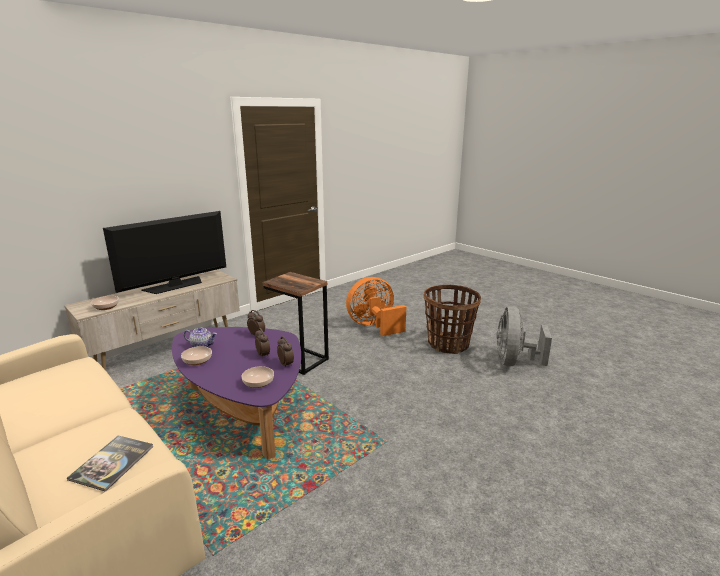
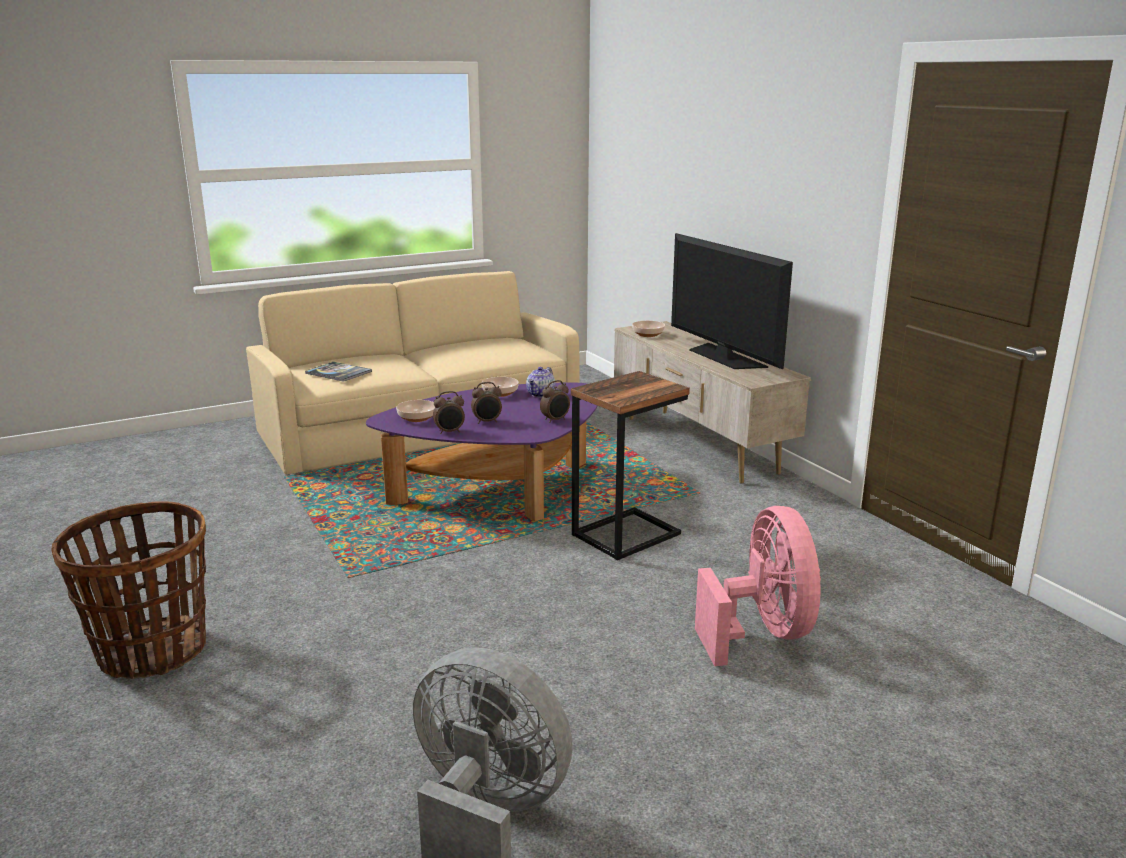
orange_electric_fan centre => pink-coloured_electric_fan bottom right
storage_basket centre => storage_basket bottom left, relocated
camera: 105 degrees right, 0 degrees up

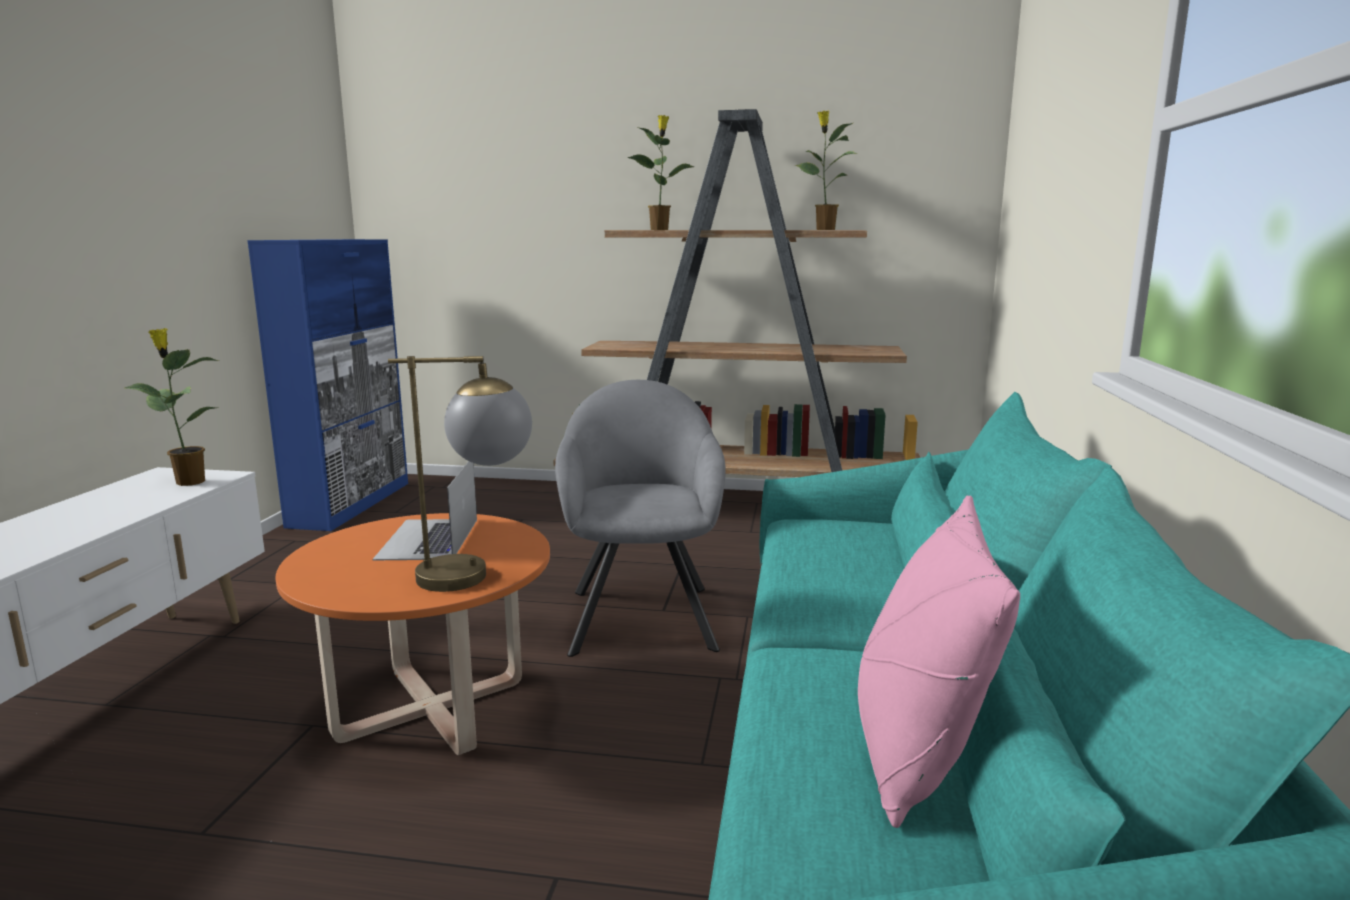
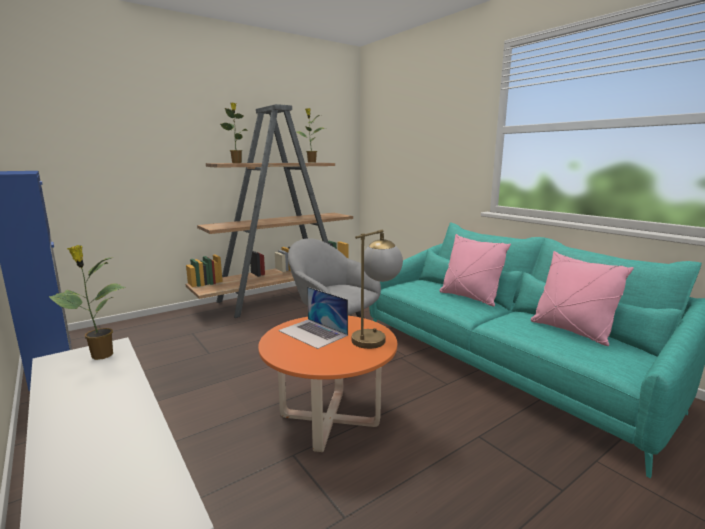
nothing => pink-coloured_pillow (no. 1 from left) middle right
camera: 45 degrees left, 0 degrees up

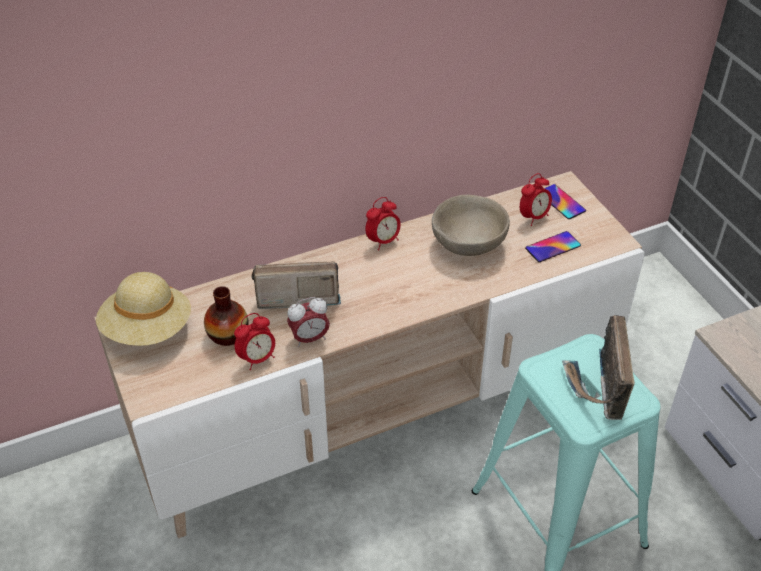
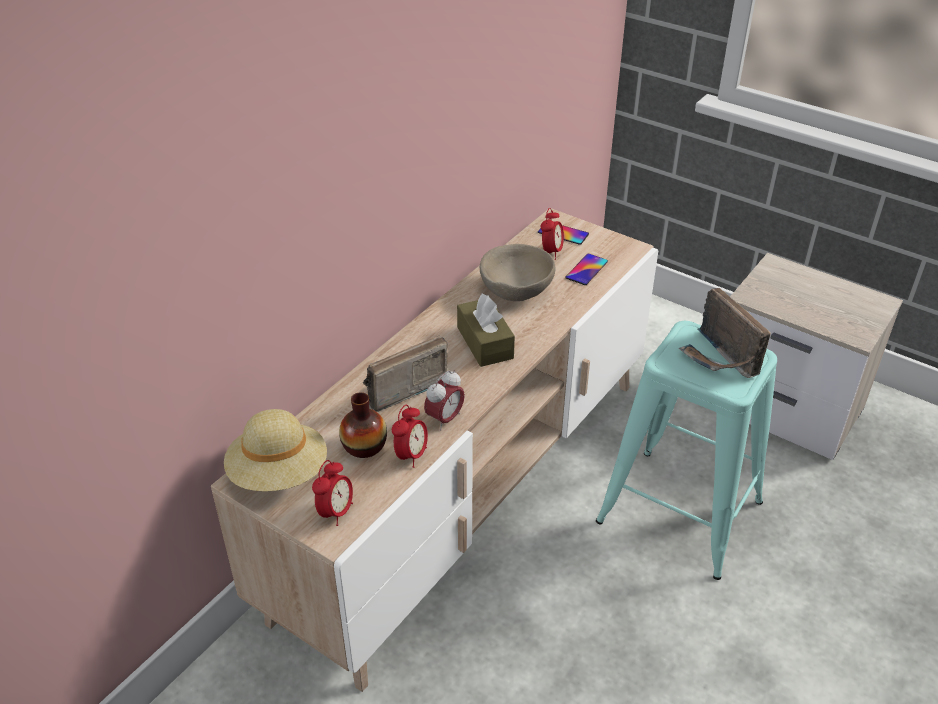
bedside_clock (no. 3 from left in the first image) centre => bedside_clock (no. 1 from left) bottom centre, relocated
nothing => brown_tissue_holder centre
camera: 30 degrees left, 5 degrees down

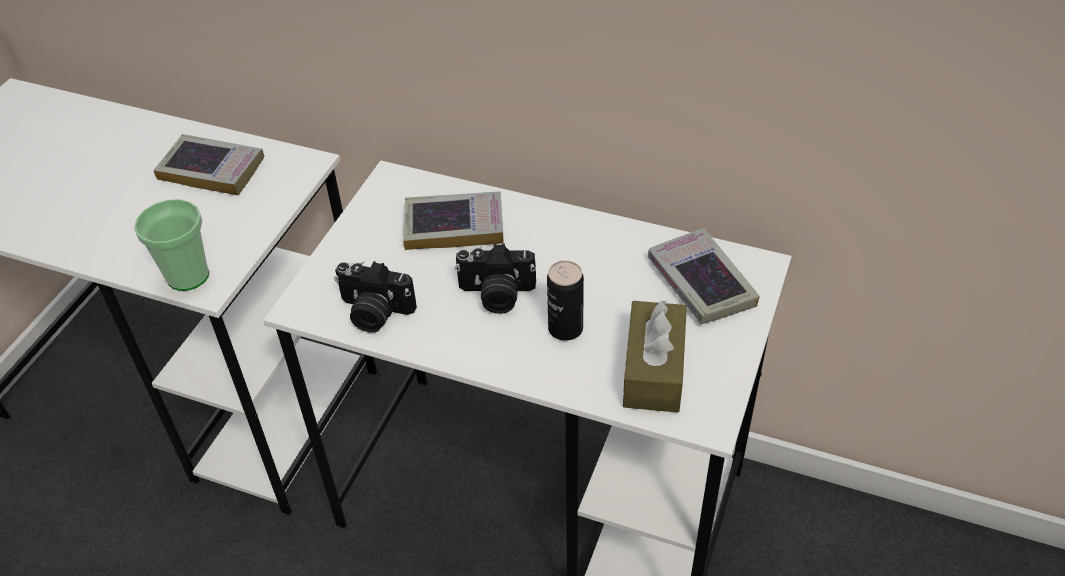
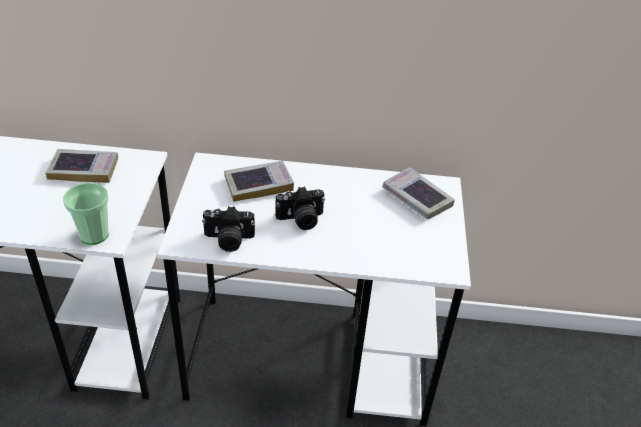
metal_can centre => nothing
brown_tissue_holder centre => nothing
camera: 20 degrees left, 5 degrees down

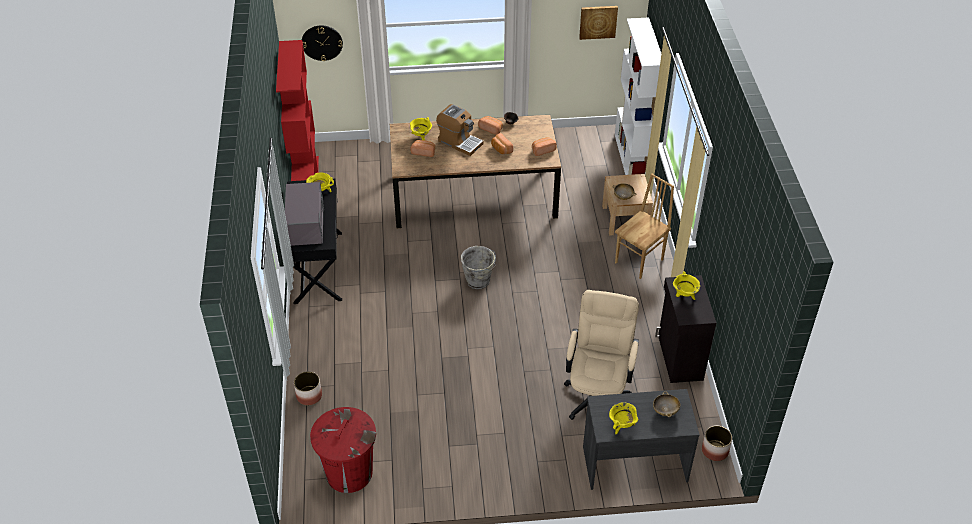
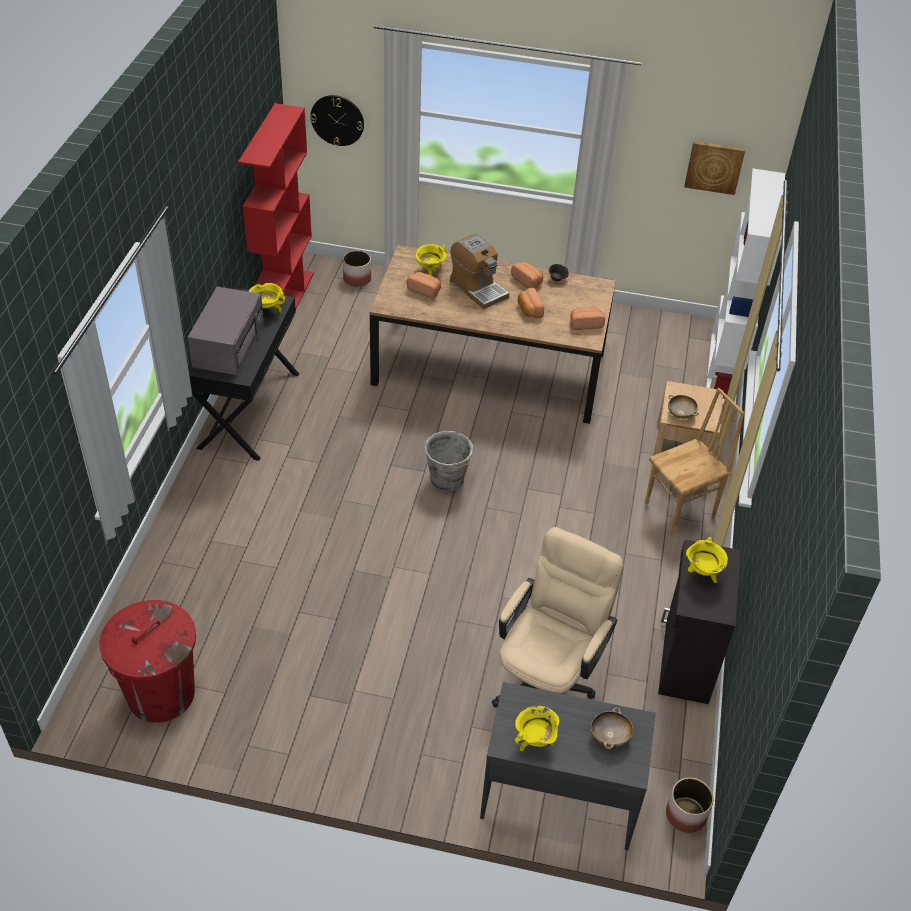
flower_pot (no. 1 from left) bottom left => flower_pot (no. 1 from left) top centre, relocated
camera: 15 degrees right, 0 degrees up

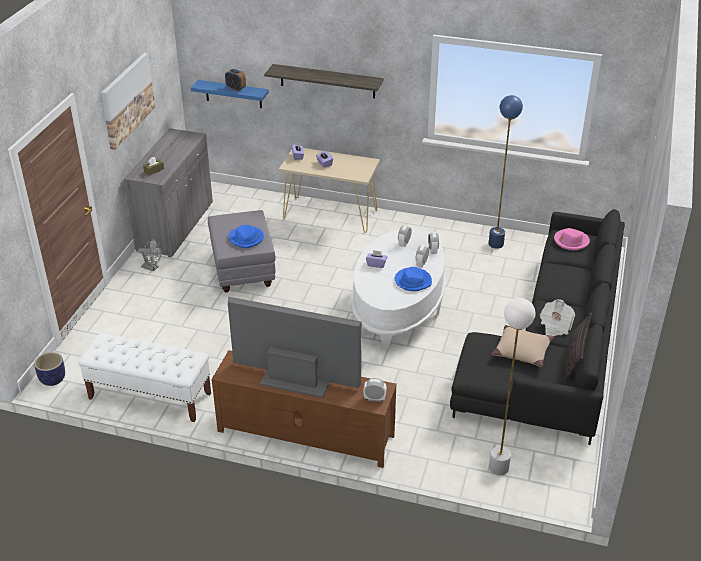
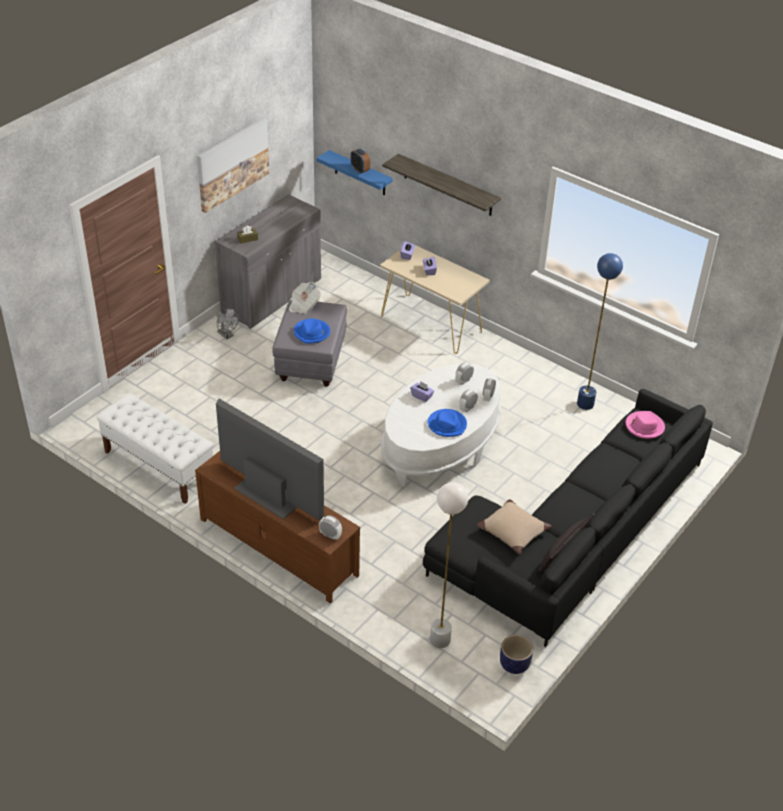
flower_pot middle left => flower_pot bottom centre, relocated
newspaper middle right => newspaper centre, relocated
camera: 20 degrees right, 5 degrees up

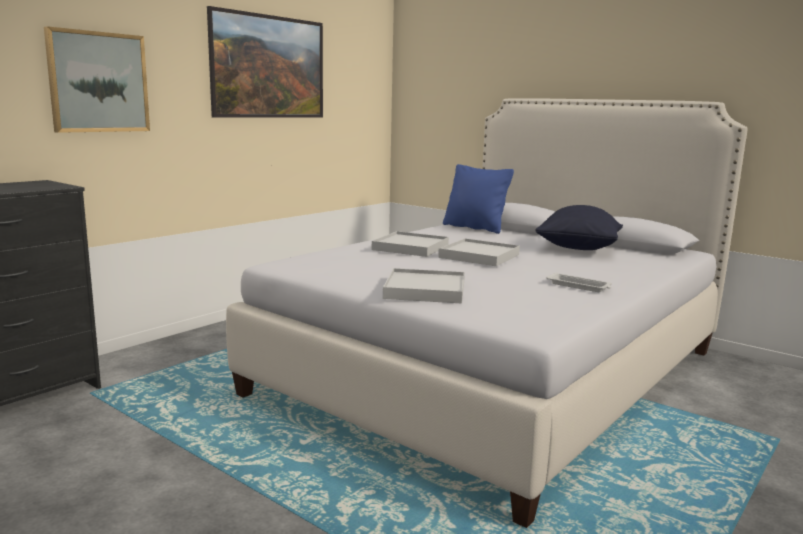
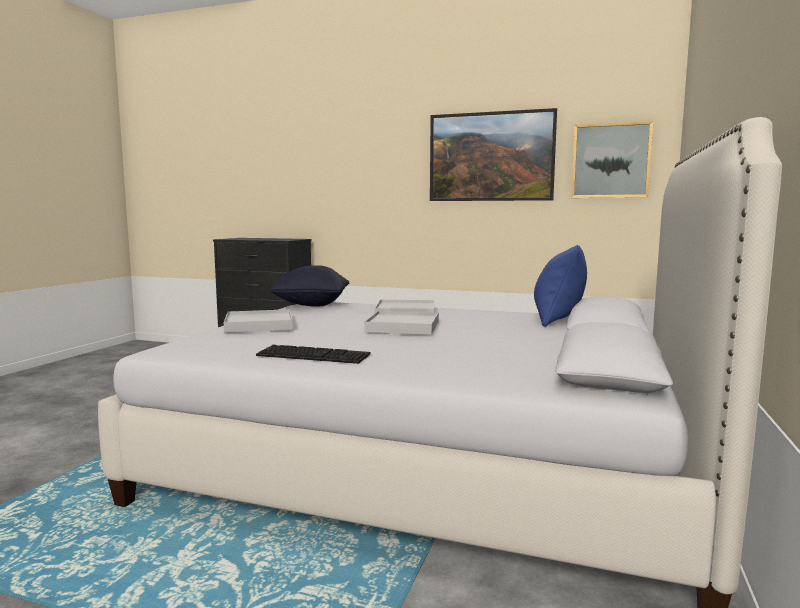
wall_picture (no. 1 from left in the first image) top left => wall_picture (no. 2 from left) top right, relocated
black_pillow middle right => black_pillow centre, relocated
white_serving_tray (no. 4 from left) middle right => keyboard centre
camera: 70 degrees right, 5 degrees down

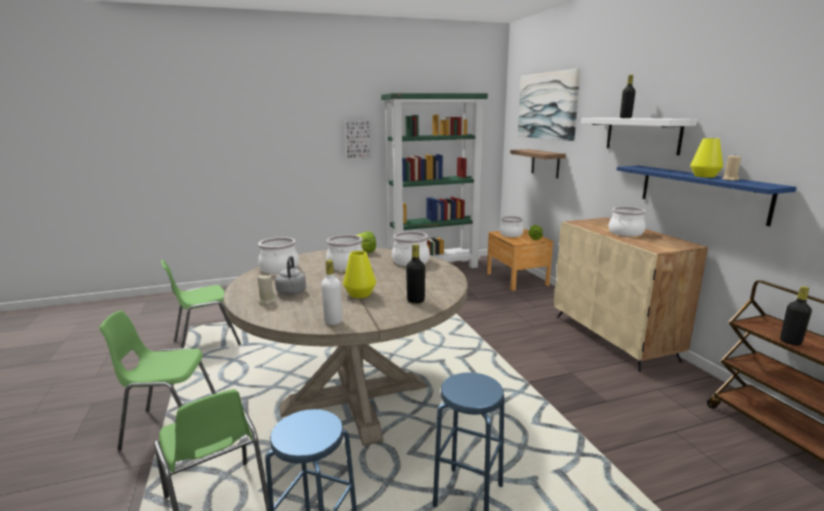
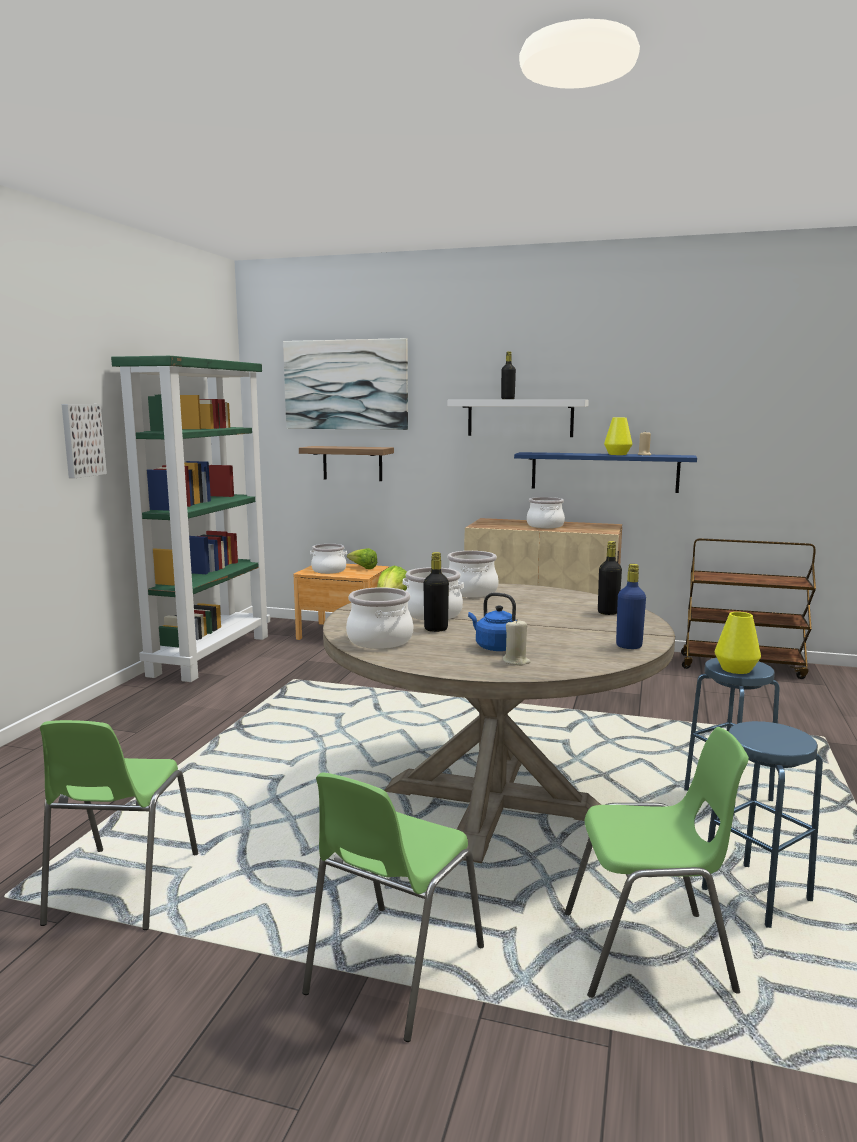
gray_kettle centre => blue-coloured_kettle centre
white_bottle centre => blue-coloured_bottle middle right
yellowish_flower_vase (no. 1 from left in the first image) centre => yellowish_flower_vase (no. 2 from left) middle right, relocated
black_bottle (no. 3 from left in the first image) middle right => black_bottle (no. 1 from left) centre, relocated
camera: 55 degrees left, 5 degrees down

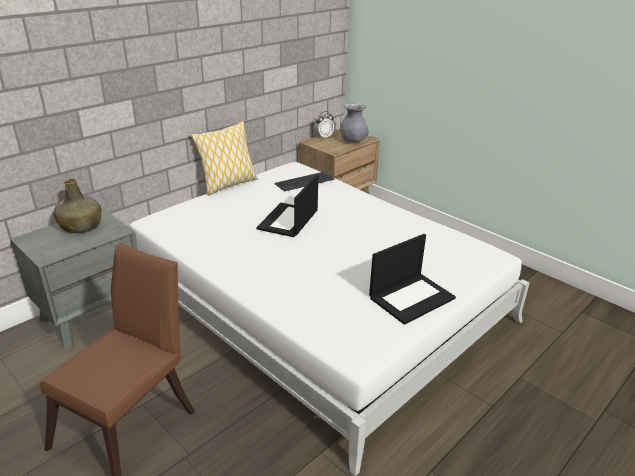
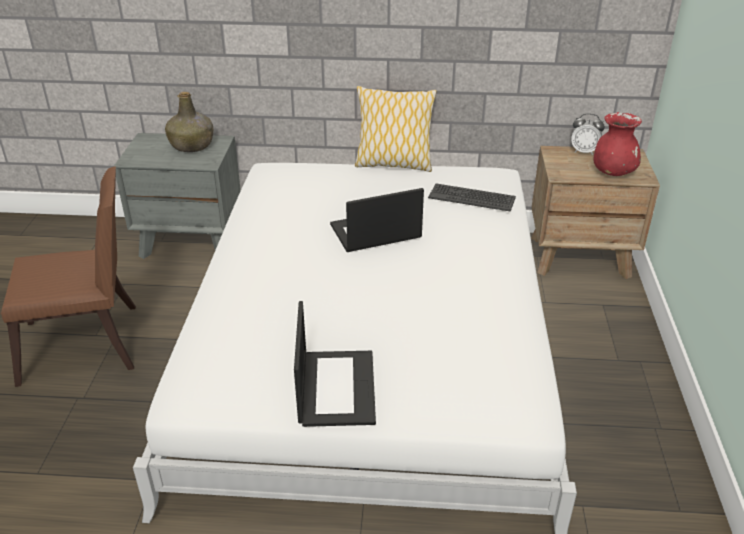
gray_flower_vase top centre => reddish_flower_vase top right
portable_computer (no. 2 from left in the first image) centre => portable_computer (no. 1 from left) bottom centre, 105 degrees counterclockwise
camera: 50 degrees right, 5 degrees up

